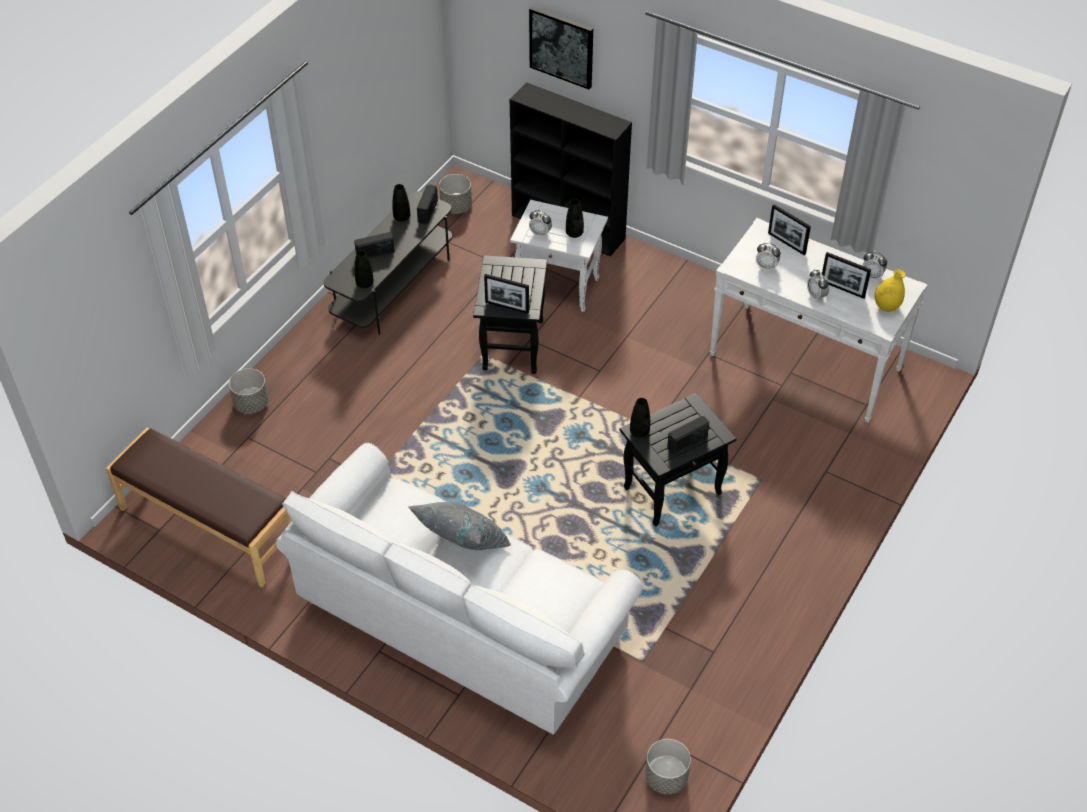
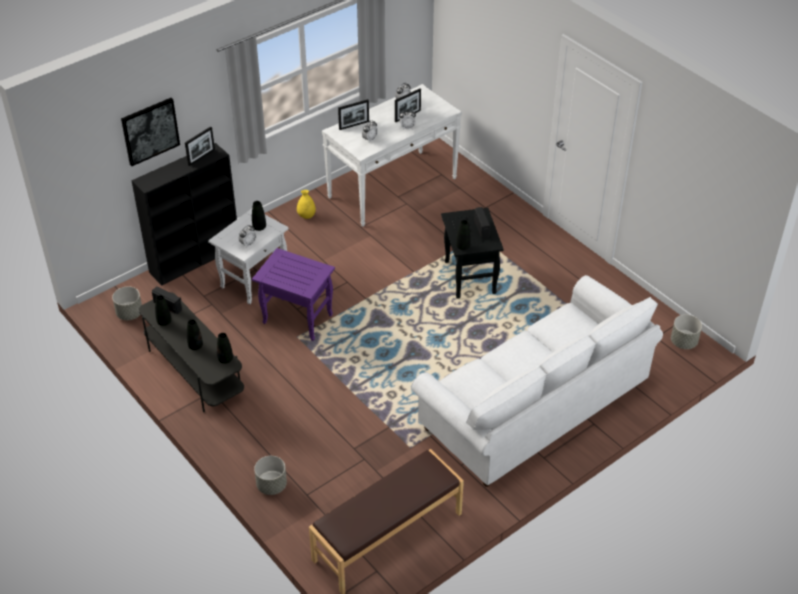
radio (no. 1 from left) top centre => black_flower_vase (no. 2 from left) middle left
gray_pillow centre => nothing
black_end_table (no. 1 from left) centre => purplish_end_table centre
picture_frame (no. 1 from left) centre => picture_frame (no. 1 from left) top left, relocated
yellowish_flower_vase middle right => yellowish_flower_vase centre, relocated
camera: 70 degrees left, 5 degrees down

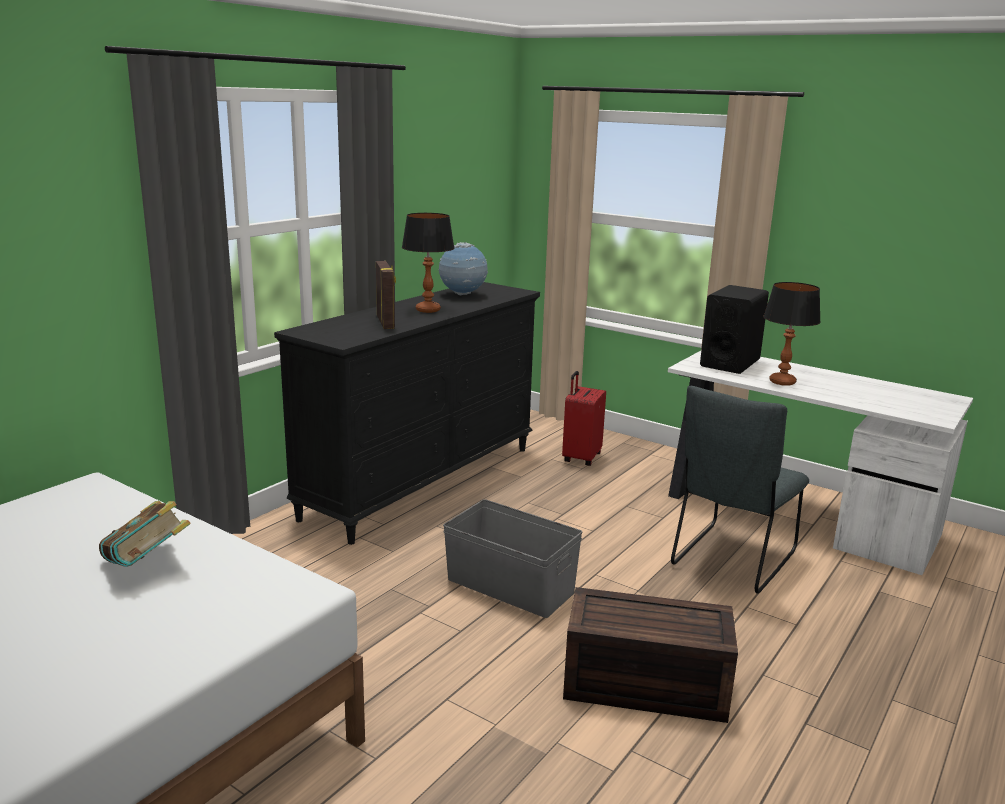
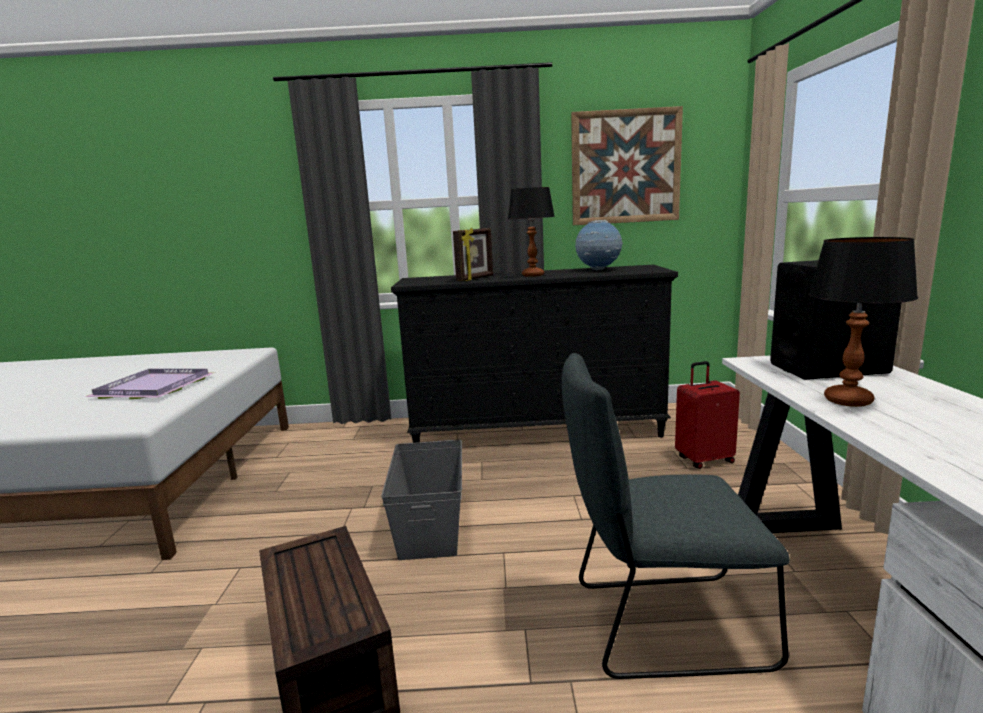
book middle left => purplish_serving_tray middle left
nothing => wall_picture top centre
camera: 55 degrees right, 5 degrees down

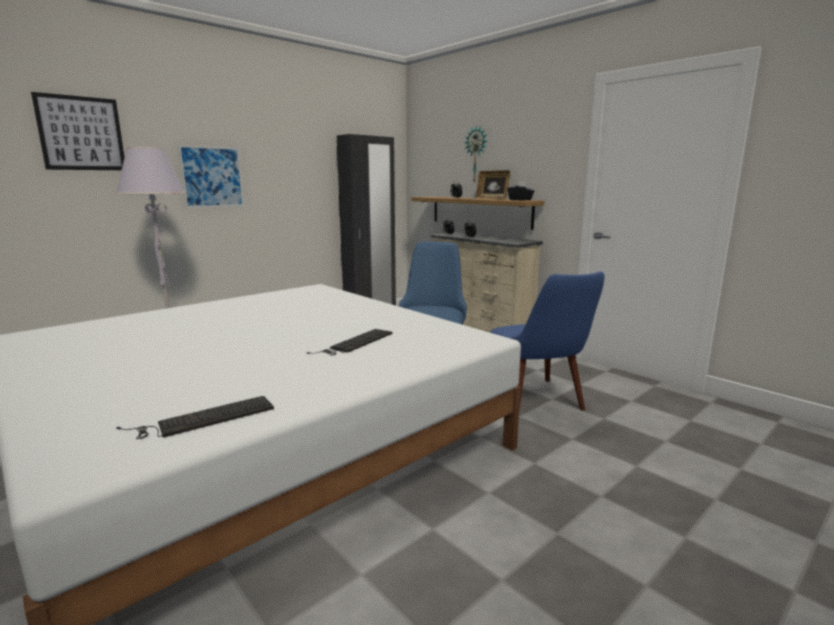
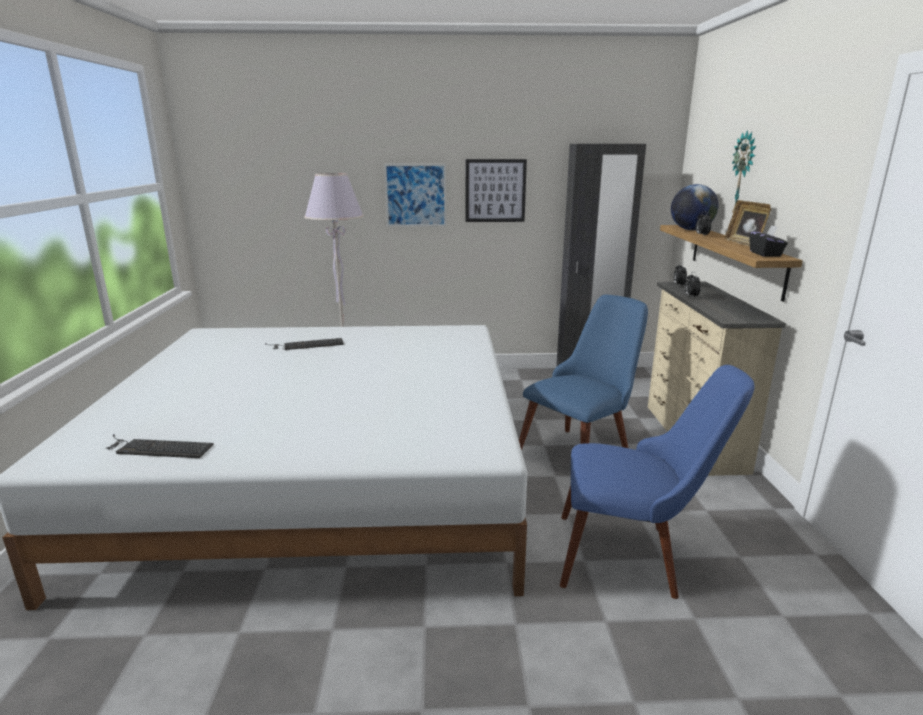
wall_picture (no. 1 from left in the first image) top left => wall_picture (no. 2 from left) top centre, relocated
keyboard (no. 2 from left) centre => keyboard (no. 2 from left) middle left, relocated
blue-coloured_plain_chair (no. 2 from left) centre => blue-coloured_plain_chair (no. 2 from left) bottom right, 105 degrees counterclockwise
nothing => world_globe top right
camera: 40 degrees right, 5 degrees up

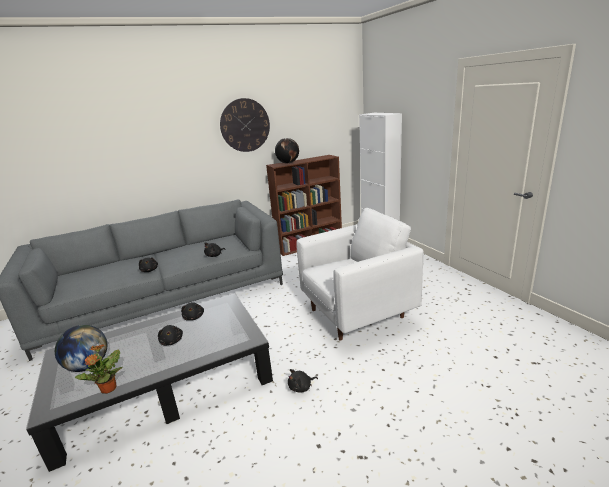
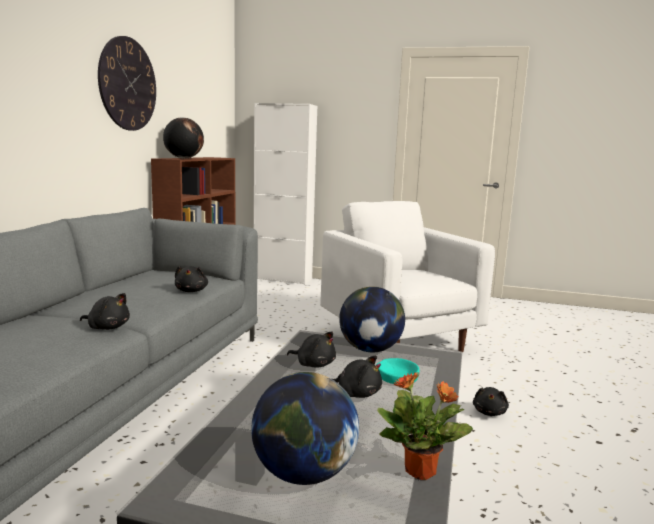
white_easy_chair centre, 45 degrees counterclockwise
nothing => world_globe (no. 3 from left) centre
nothing => turquoise_deep_dish bottom centre
camera: 50 degrees left, 10 degrees down

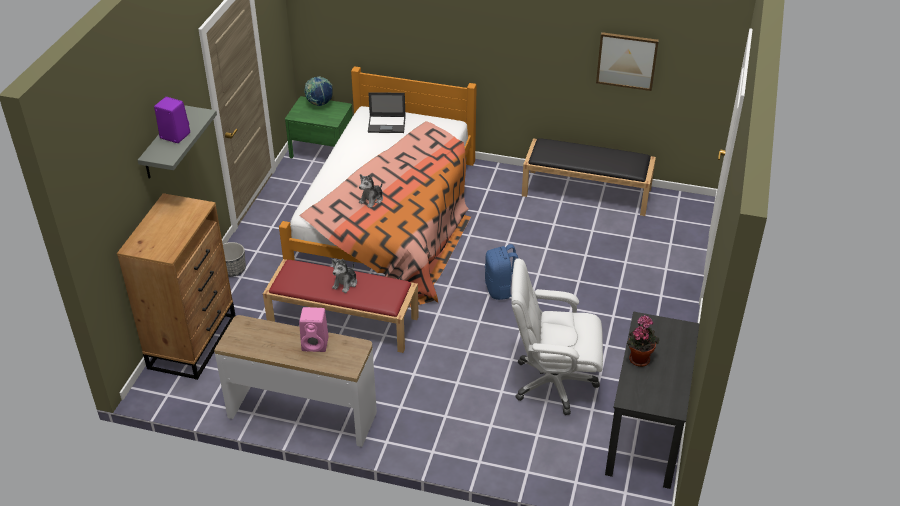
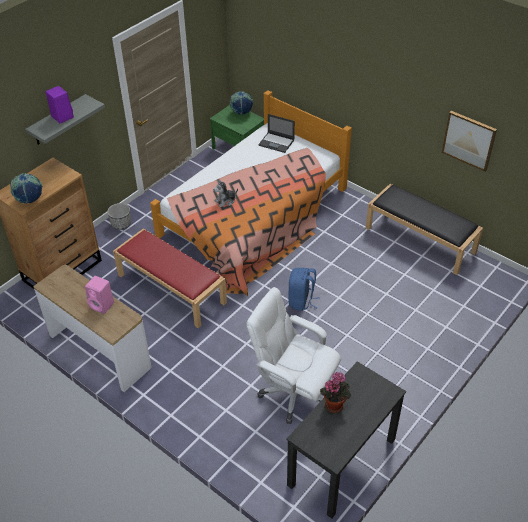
cuddly_toy (no. 1 from left) centre => nothing
nothing => world_globe (no. 1 from left) middle left
camera: 25 degrees right, 5 degrees up

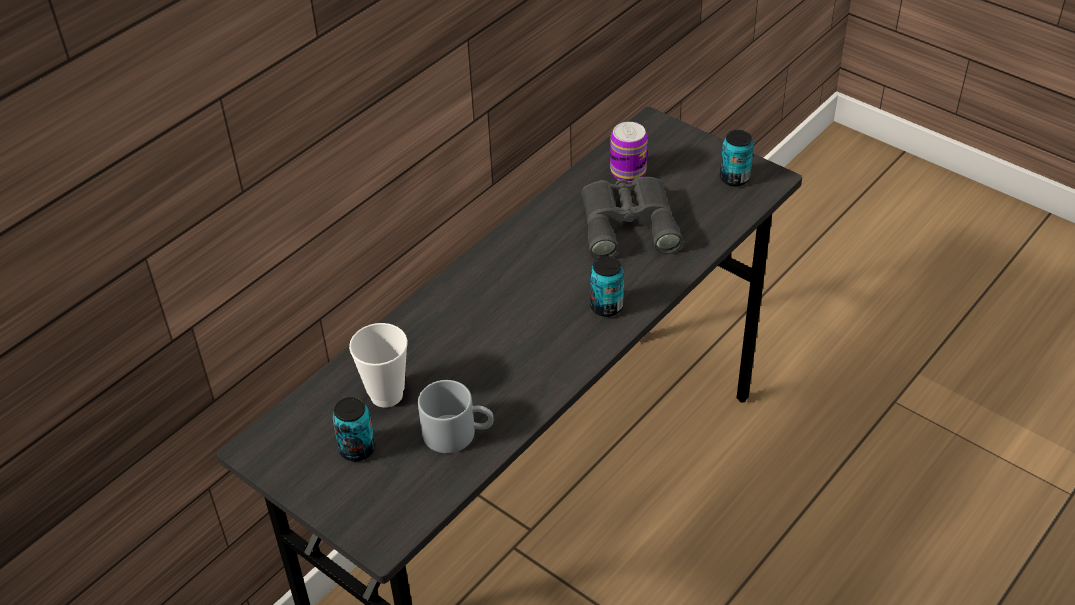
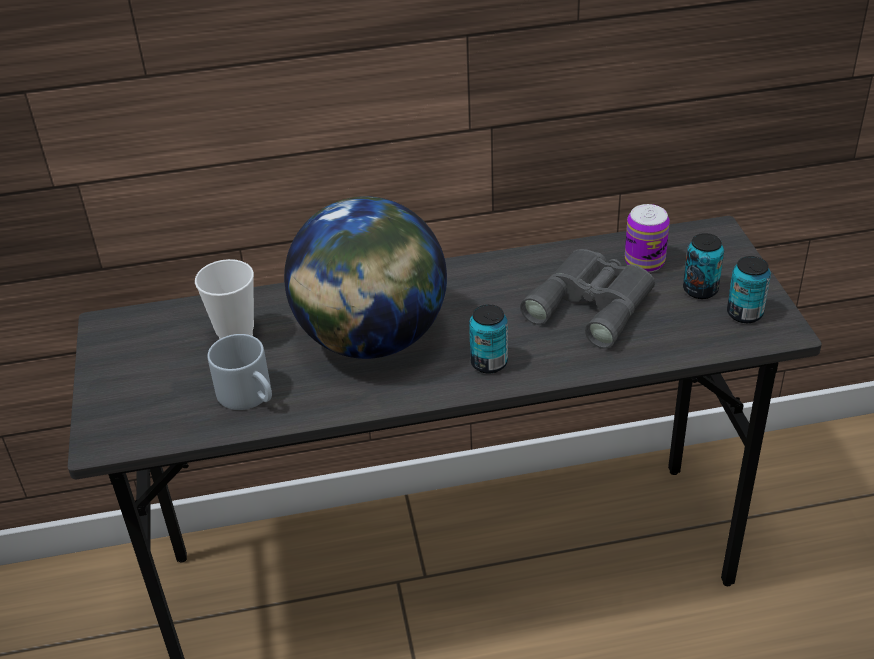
metal_can (no. 1 from left in the first image) bottom left => metal_can (no. 3 from left) middle right, relocated
nothing => world_globe centre
camera: 40 degrees right, 5 degrees down

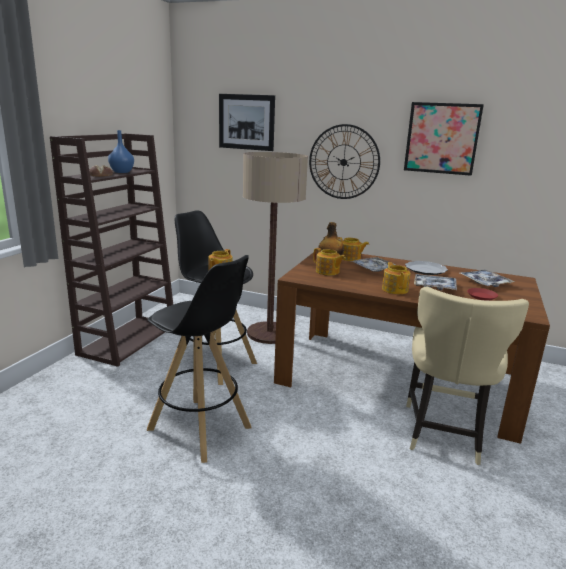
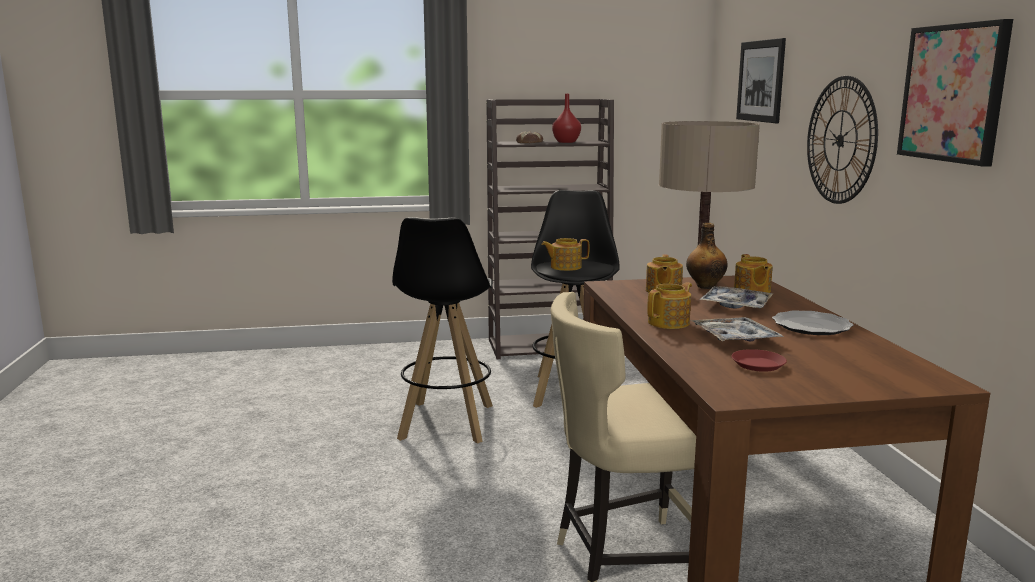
blue-coloured_flower_vase top left => reddish_flower_vase top centre
serving_tray (no. 3 from left) middle right => nothing
camera: 60 degrees right, 5 degrees down

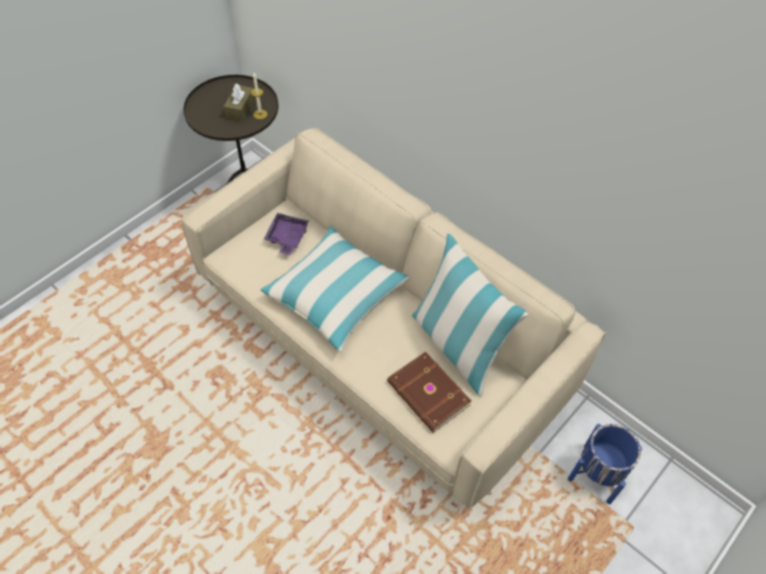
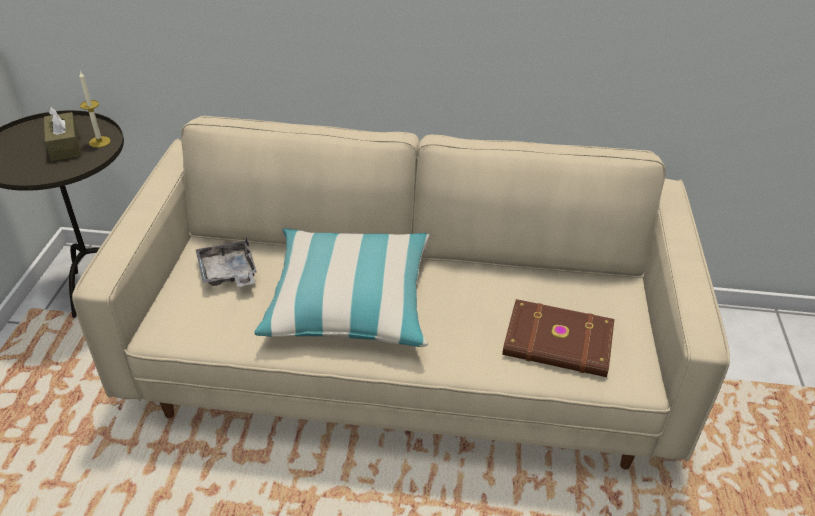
purplish_serving_tray centre => gray_serving_tray middle left
pillow (no. 2 from left) centre => nothing
blue-coloured_flower_pot bottom right => nothing
camera: 35 degrees left, 15 degrees down

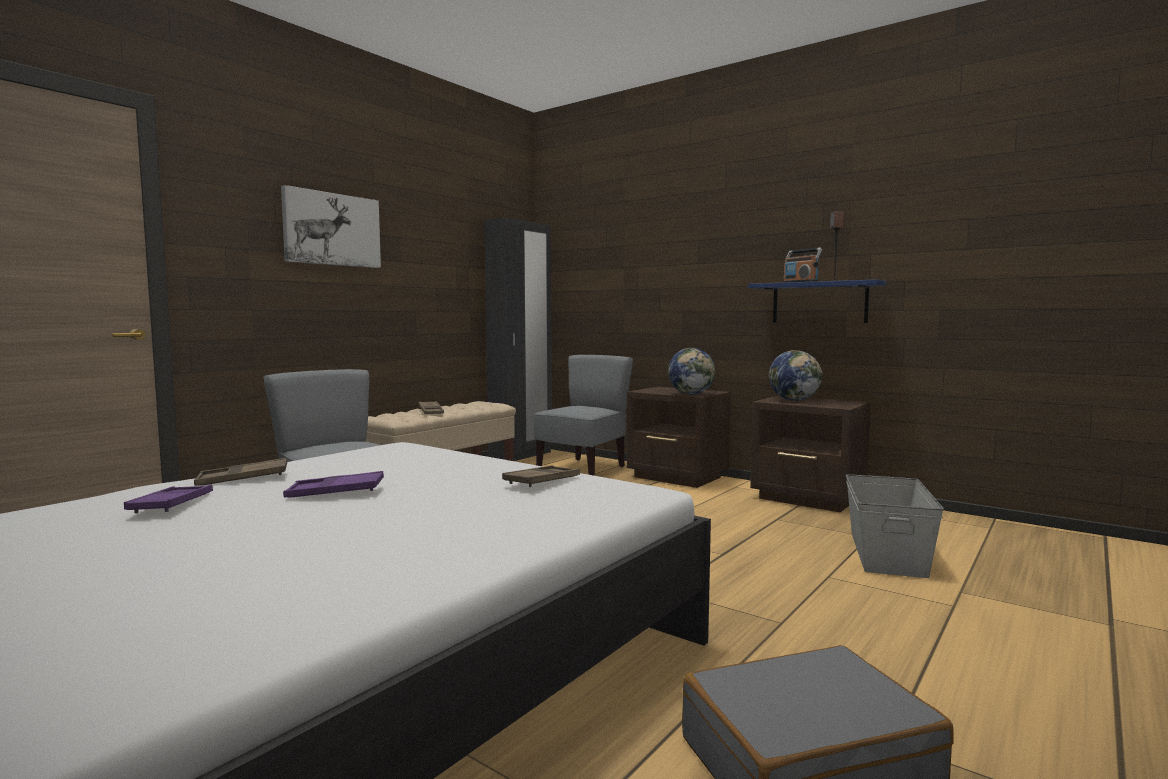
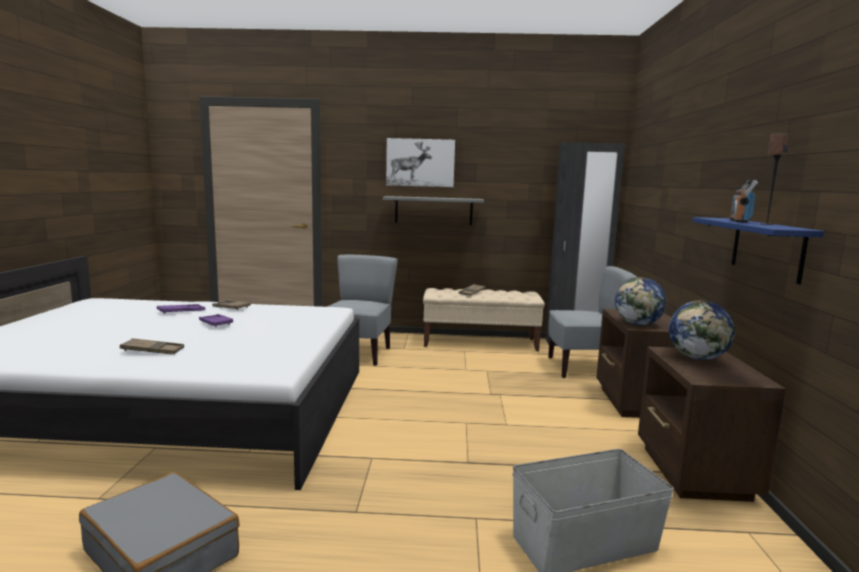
brown_serving_tray (no. 3 from left in the first image) centre => brown_serving_tray (no. 1 from left) middle left, relocated
nothing => gray_bracket_shelf centre
camera: 55 degrees right, 5 degrees up

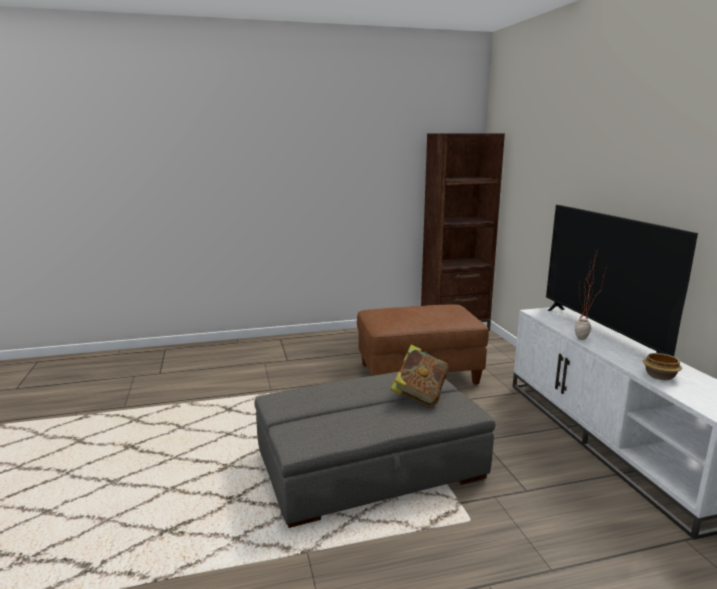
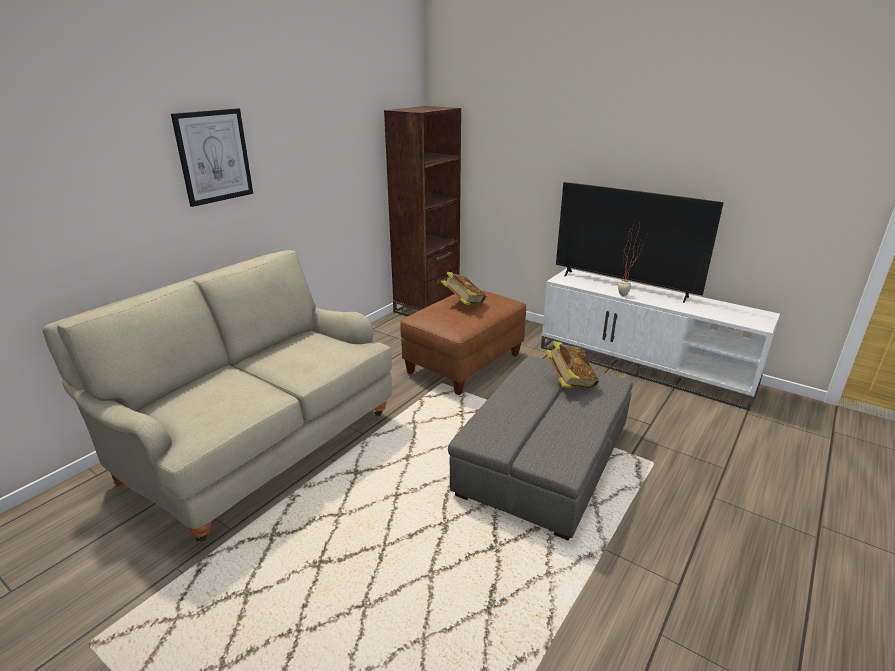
deep_dish middle right => nothing
nothing => sand-coloured_settee middle left
nothing => wall_picture top left
nothing => book (no. 1 from left) centre
camera: 40 degrees left, 10 degrees up

